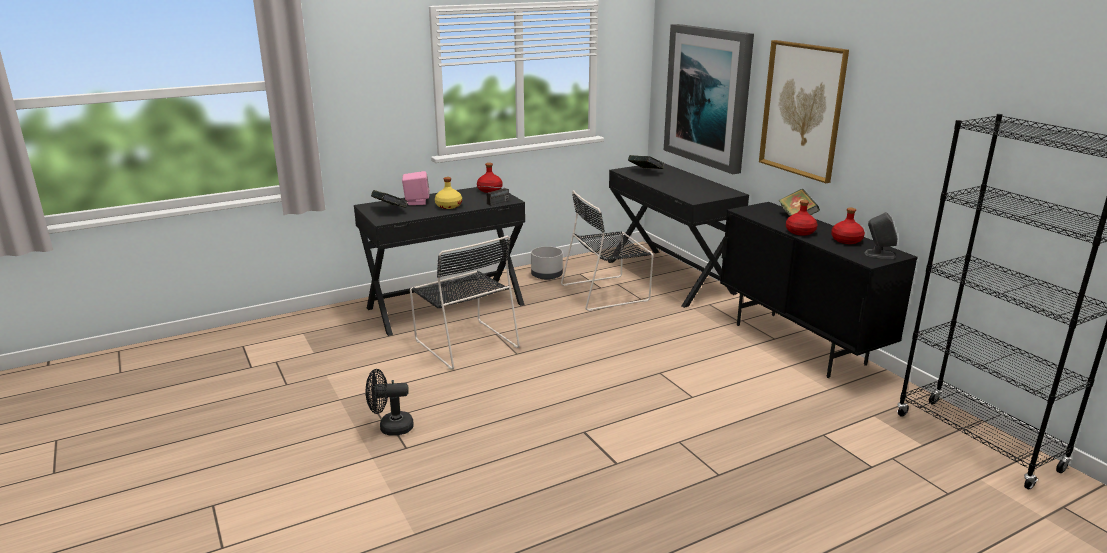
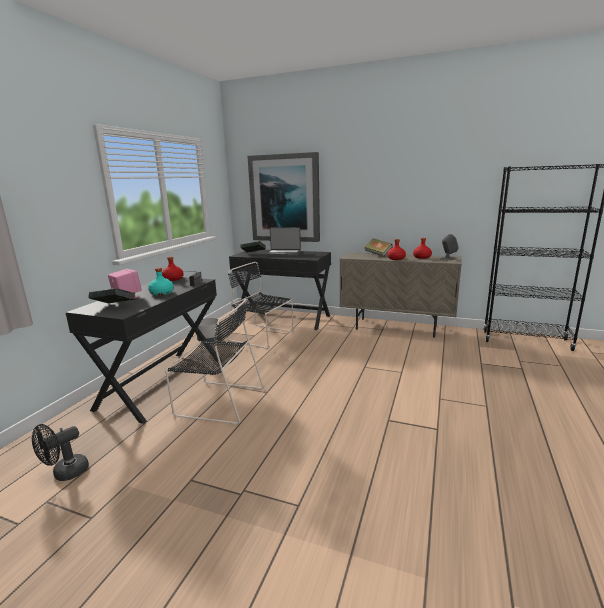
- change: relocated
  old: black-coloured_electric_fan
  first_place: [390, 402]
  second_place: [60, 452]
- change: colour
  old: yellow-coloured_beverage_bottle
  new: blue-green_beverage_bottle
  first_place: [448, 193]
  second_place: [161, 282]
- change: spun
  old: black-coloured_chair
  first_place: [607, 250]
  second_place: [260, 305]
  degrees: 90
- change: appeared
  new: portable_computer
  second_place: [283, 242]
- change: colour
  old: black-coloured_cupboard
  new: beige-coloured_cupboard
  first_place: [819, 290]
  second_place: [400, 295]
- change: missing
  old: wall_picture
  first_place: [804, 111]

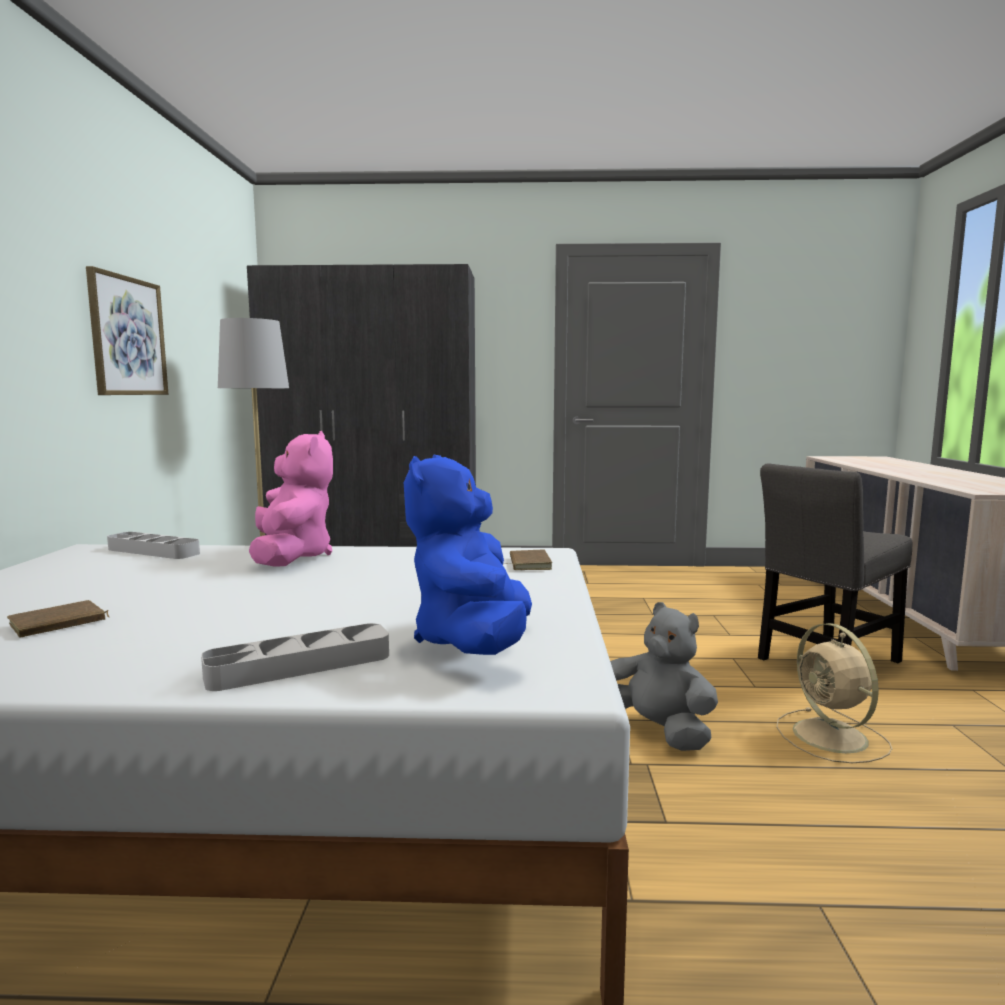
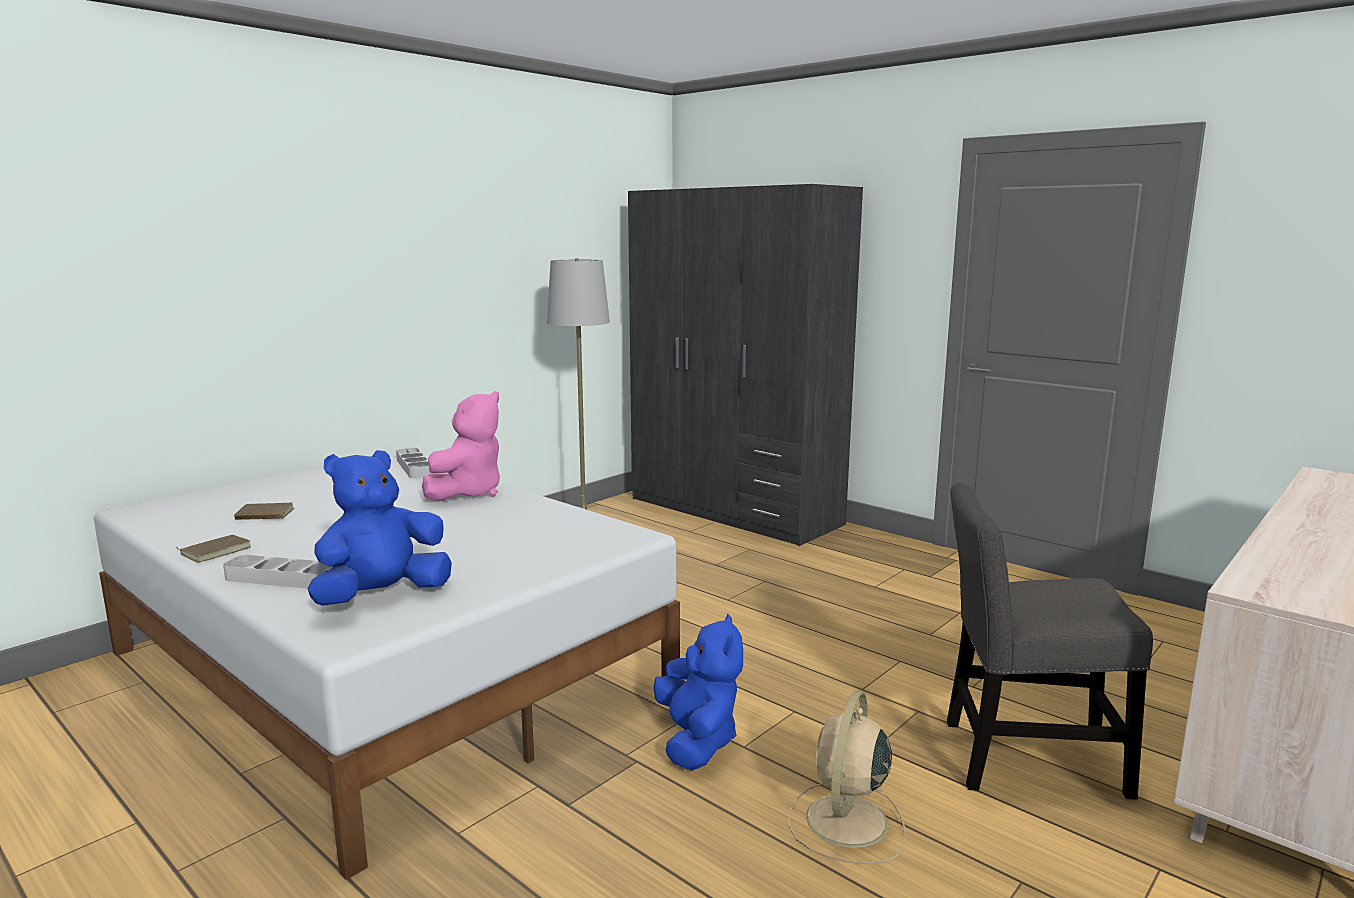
- change: relocated
  old: brownish_volume
  first_place: [528, 559]
  second_place: [214, 549]
- change: colour
  old: greyish_plush_toy
  new: blue_plush_toy
  first_place: [664, 676]
  second_place: [698, 692]
- change: missing
  old: wall_picture
  first_place: [127, 330]

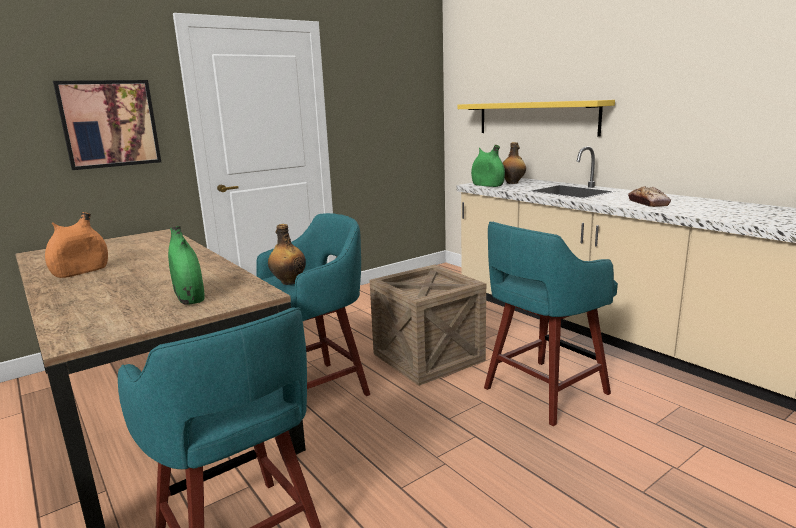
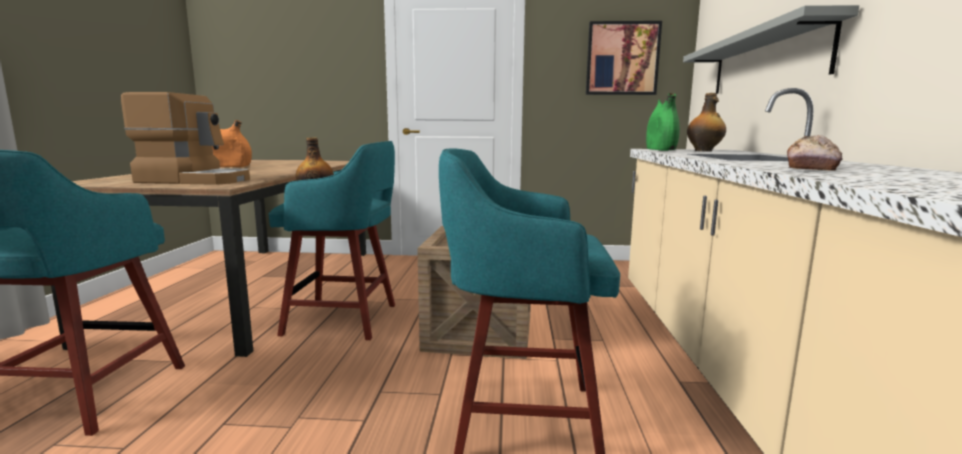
- change: exchanged
  old: greenish_flower_vase
  new: coffee_maker
  first_place: [186, 265]
  second_place: [185, 138]
- change: relocated
  old: wall_picture
  first_place: [107, 125]
  second_place: [624, 58]
- change: colour
  old: yellow-coloured_shelf
  new: greyish_shelf
  first_place: [536, 118]
  second_place: [771, 49]

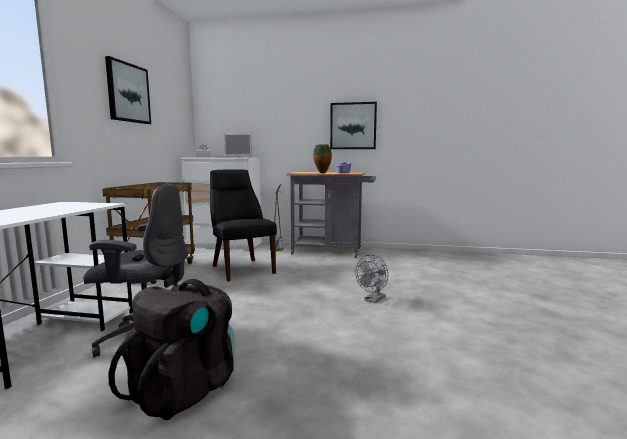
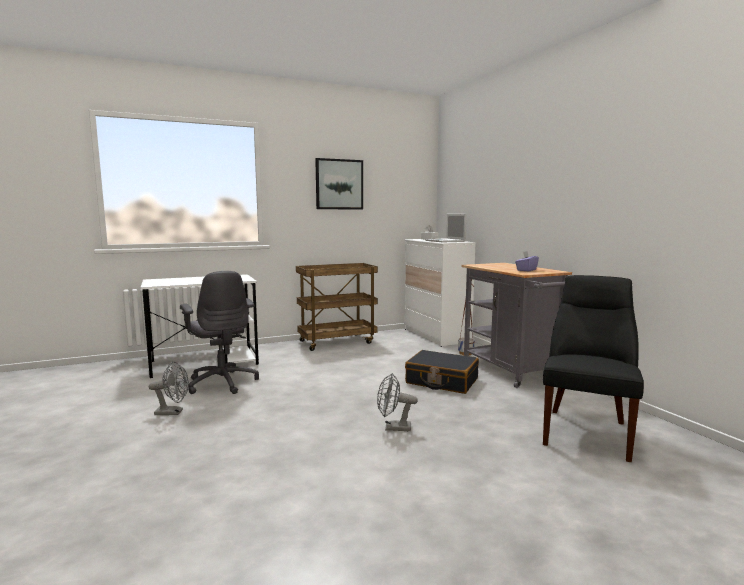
- change: exchanged
  old: black-coloured_knapsack
  new: greyish_electric_fan
  first_place: [171, 349]
  second_place: [169, 388]
- change: appeared
  new: black-coloured_travel_case
  second_place: [442, 372]
- change: relocated
  old: black-coloured_chair
  first_place: [243, 225]
  second_place: [593, 368]
- change: missing
  old: flower_vase
  first_place: [322, 158]
- change: missing
  old: wall_picture
  first_place: [353, 125]

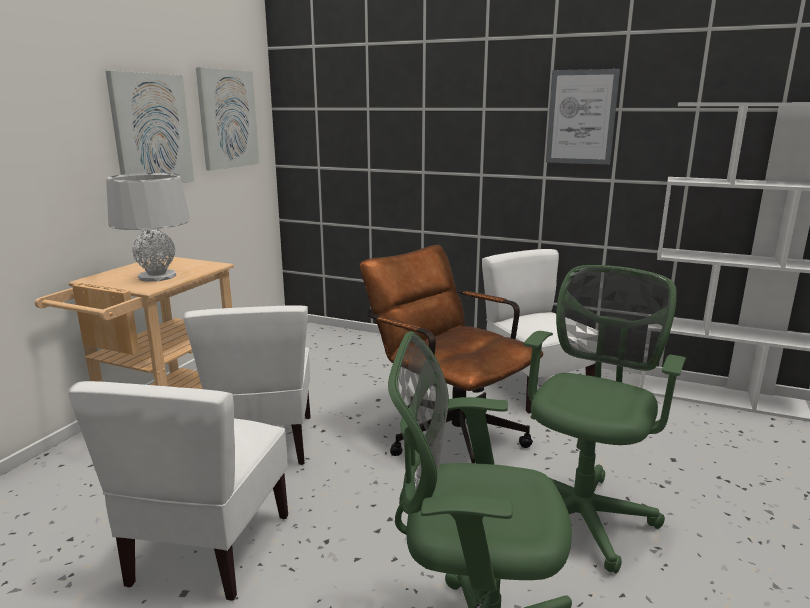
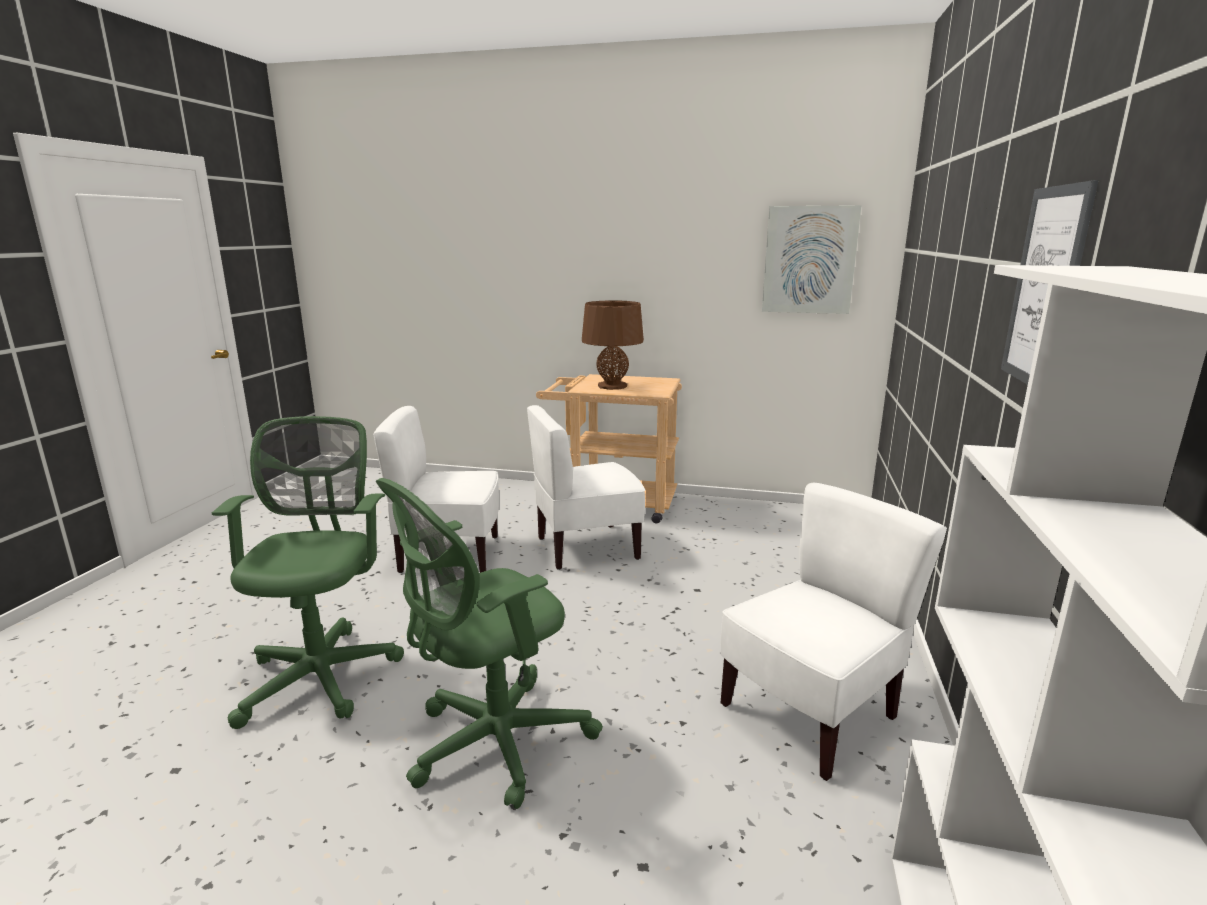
- change: spun
  old: greenish_desk_chair
  first_place: [605, 419]
  second_place: [489, 643]
  degrees: 120
- change: colour
  old: greyish_table_lamp
  new: brownish_table_lamp
  first_place: [148, 227]
  second_place: [613, 345]
- change: missing
  old: wall_picture
  first_place: [149, 127]
- change: missing
  old: brownish_desk_chair
  first_place: [451, 354]

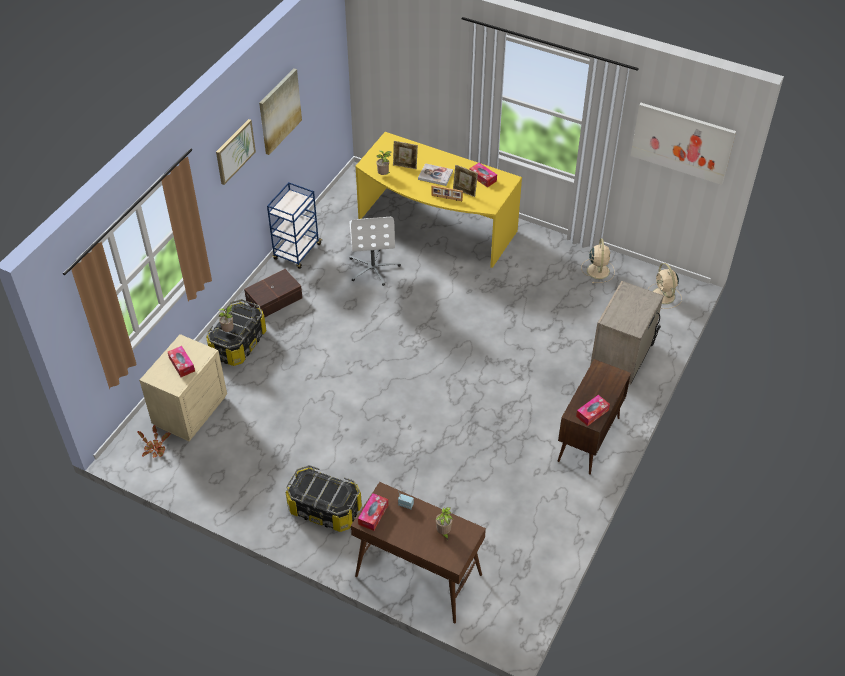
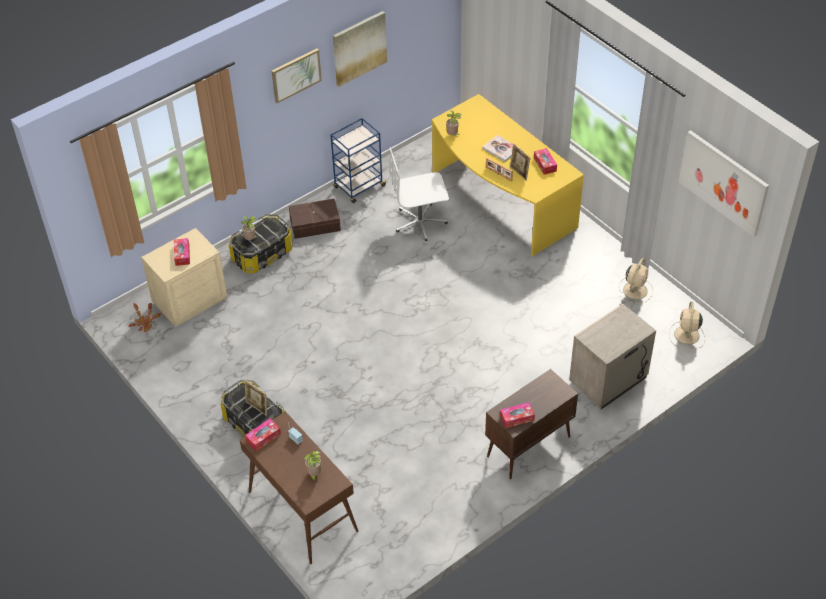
- change: relocated
  old: photo_frame
  first_place: [405, 155]
  second_place: [256, 398]
- change: spun
  old: white_desk_chair
  first_place: [375, 251]
  second_place: [419, 194]
  degrees: 60

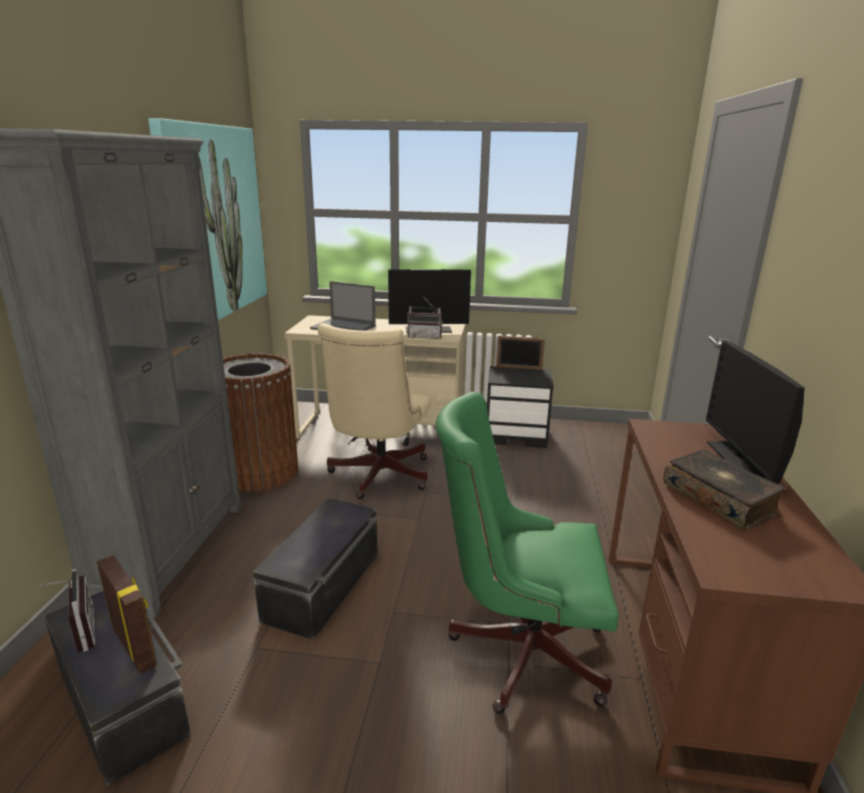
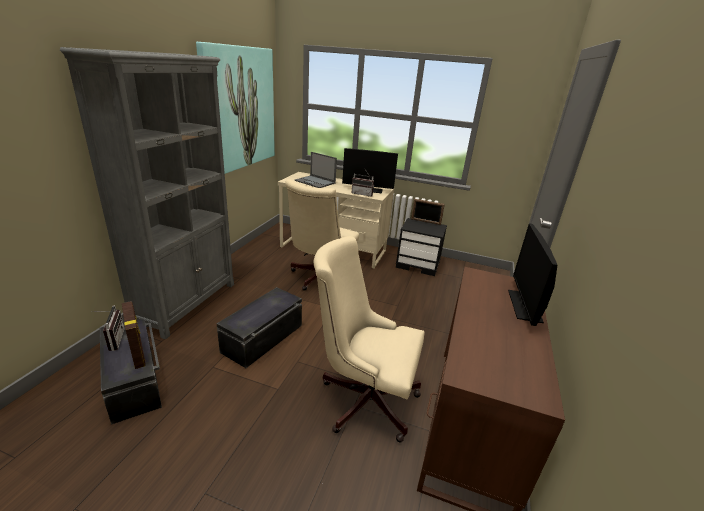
- change: colour
  old: greenish_desk_chair
  new: beige-coloured_desk_chair
  first_place: [527, 553]
  second_place: [369, 339]
- change: missing
  old: brownish_trash_can
  first_place: [260, 422]
- change: missing
  old: volume
  first_place: [724, 489]

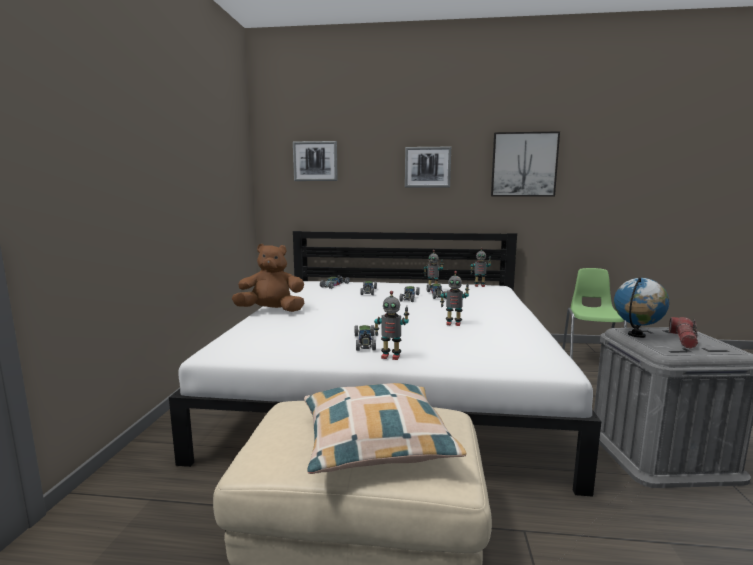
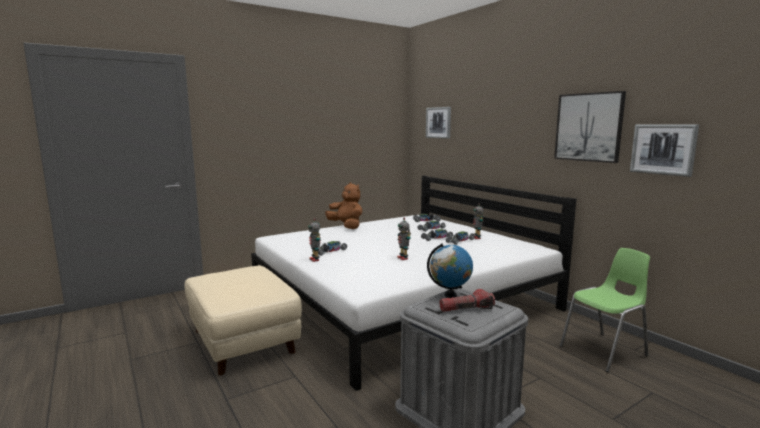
- change: relocated
  old: wall_picture
  first_place: [428, 167]
  second_place: [664, 150]
- change: missing
  old: throw_pillow
  first_place: [385, 428]
- change: missing
  old: toy_robot
  first_place: [480, 267]

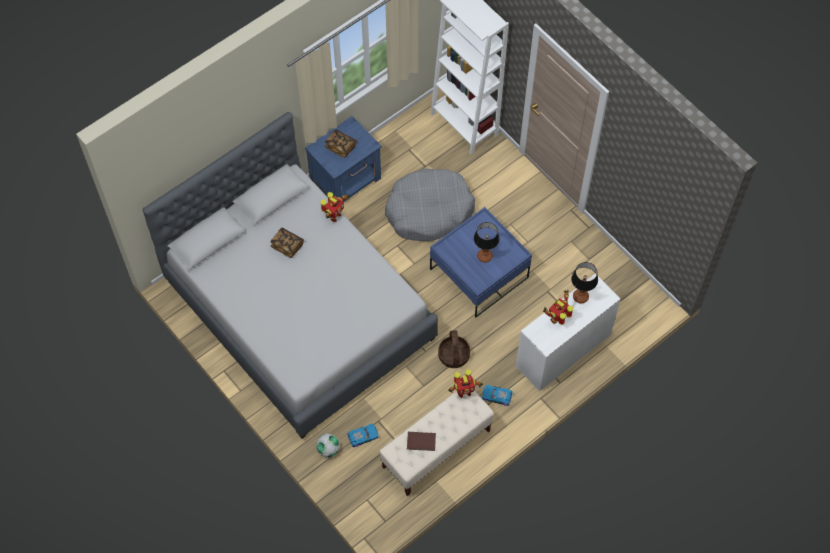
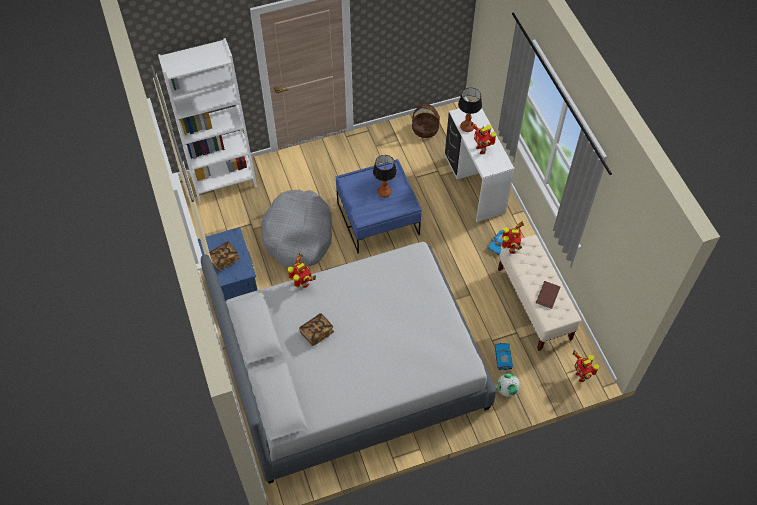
- change: relocated
  old: basket
  first_place: [454, 349]
  second_place: [426, 121]
- change: appeared
  new: toy_robot
  second_place: [585, 366]

